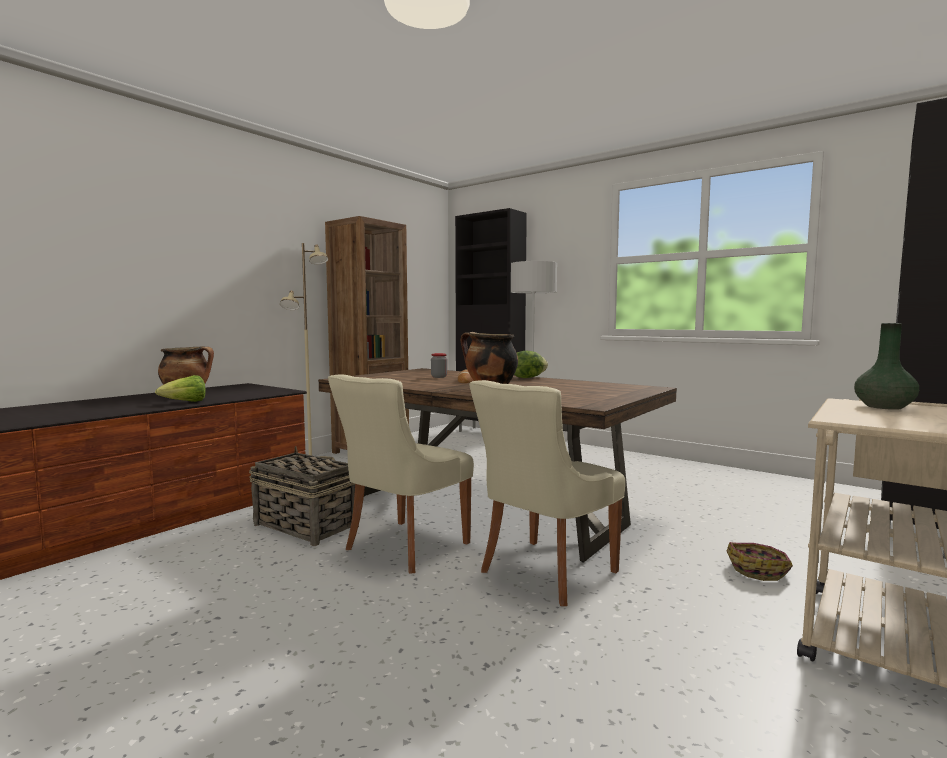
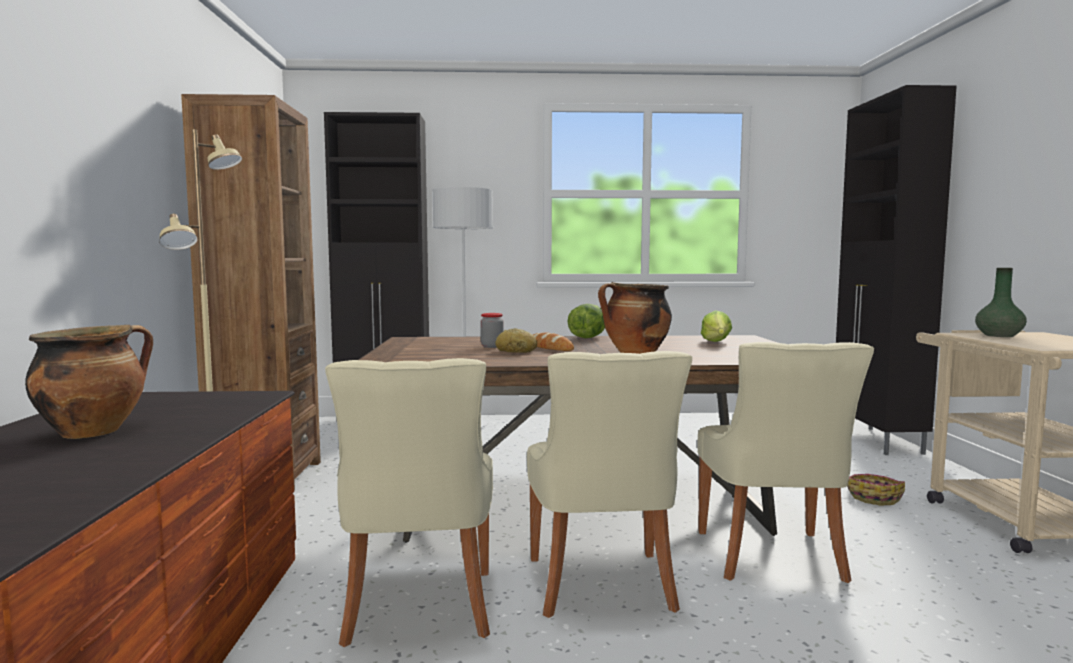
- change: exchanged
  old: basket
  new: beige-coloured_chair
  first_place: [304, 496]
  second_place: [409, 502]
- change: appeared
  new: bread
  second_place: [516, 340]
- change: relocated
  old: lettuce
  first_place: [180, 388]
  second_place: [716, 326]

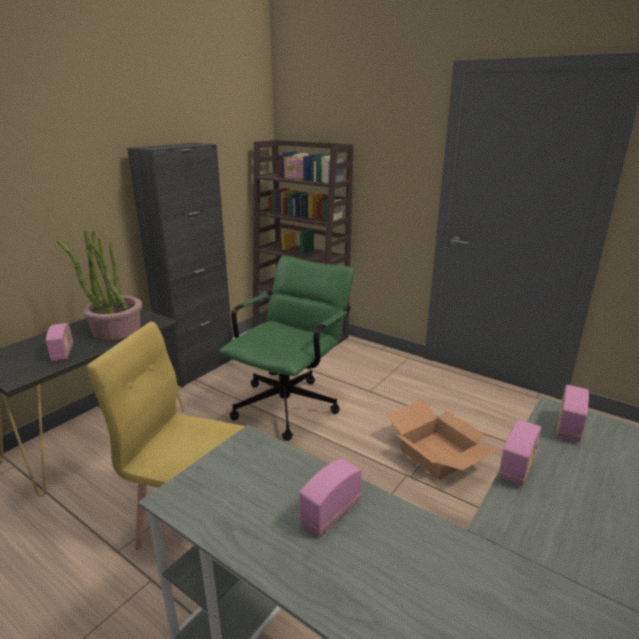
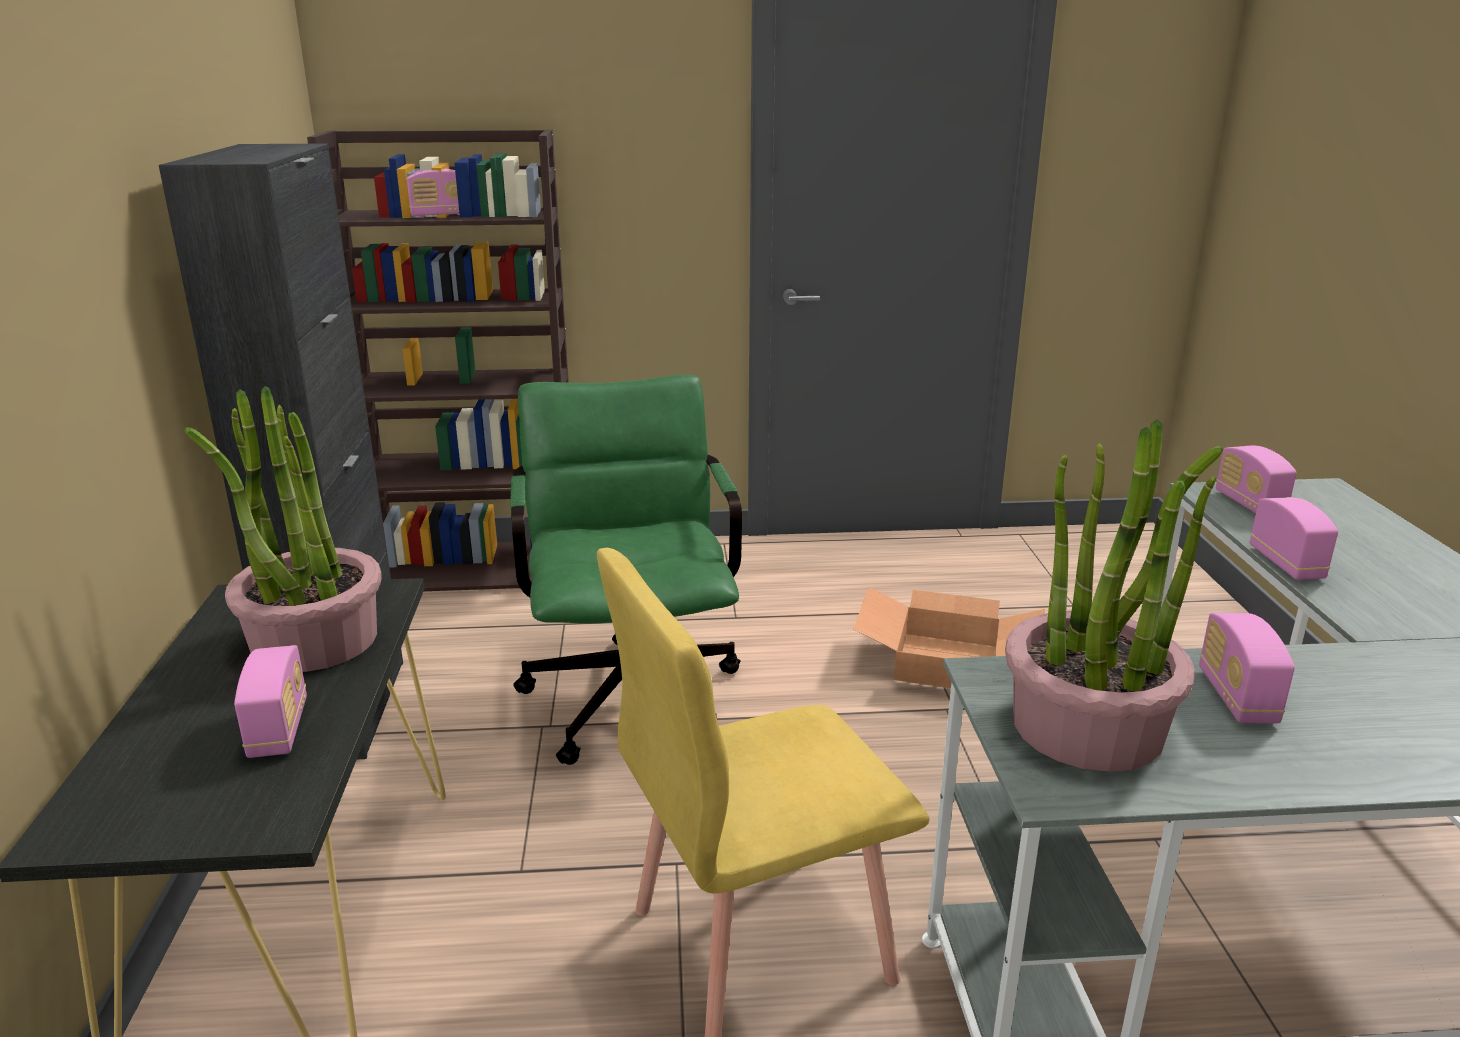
- change: spun
  old: radio_set
  first_place: [59, 342]
  second_place: [270, 701]
  degrees: 45
- change: appeared
  new: houseplant
  second_place: [1114, 595]

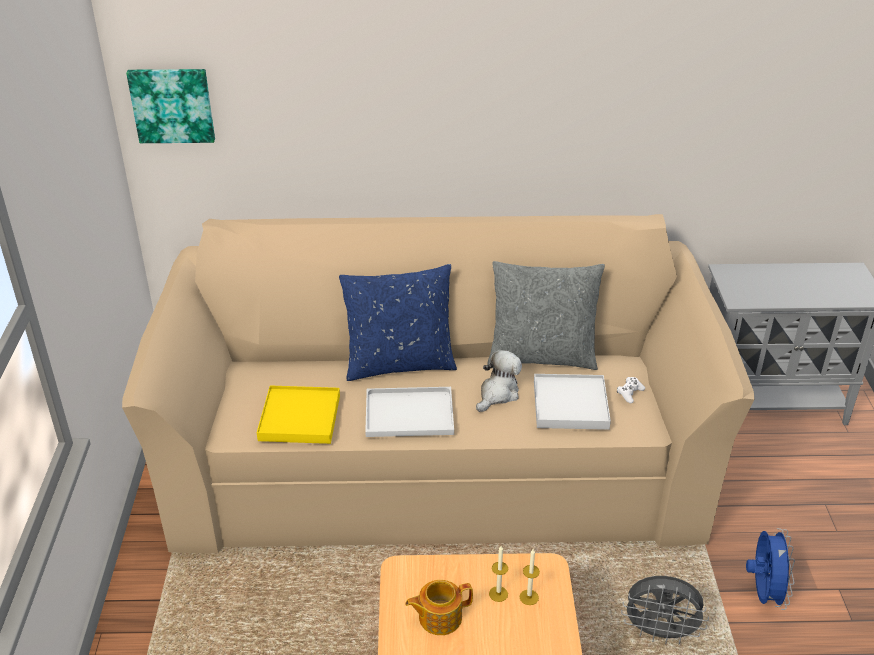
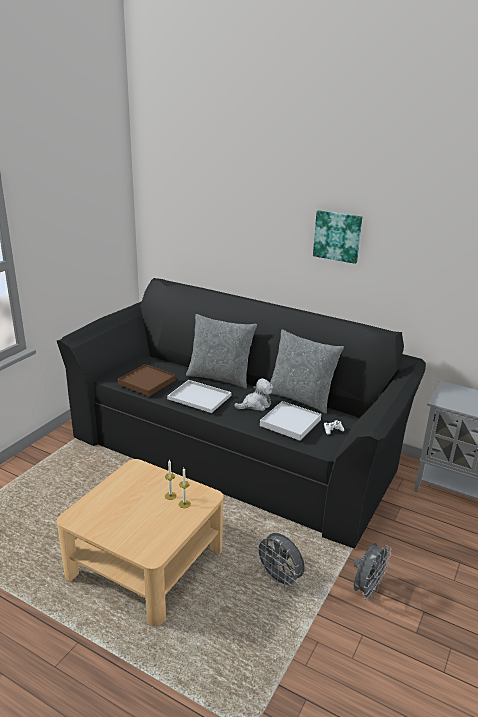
- change: colour
  old: beige-coloured_sofa
  new: black-coloured_sofa
  first_place: [438, 383]
  second_place: [241, 413]
- change: colour
  old: yellow-coloured_carrying_tray
  new: brownish_carrying_tray
  first_place: [298, 415]
  second_place: [147, 380]
- change: colour
  old: blue_throw_pillow
  new: greyish_throw_pillow
  first_place: [398, 322]
  second_place: [221, 351]
- change: relocated
  old: wall_picture
  first_place: [170, 106]
  second_place: [337, 237]
- change: colour
  old: blue_electric_fan
  new: greyish_electric_fan
  first_place: [770, 569]
  second_place: [372, 572]
- change: missing
  old: pot_for_tea
  first_place: [439, 607]

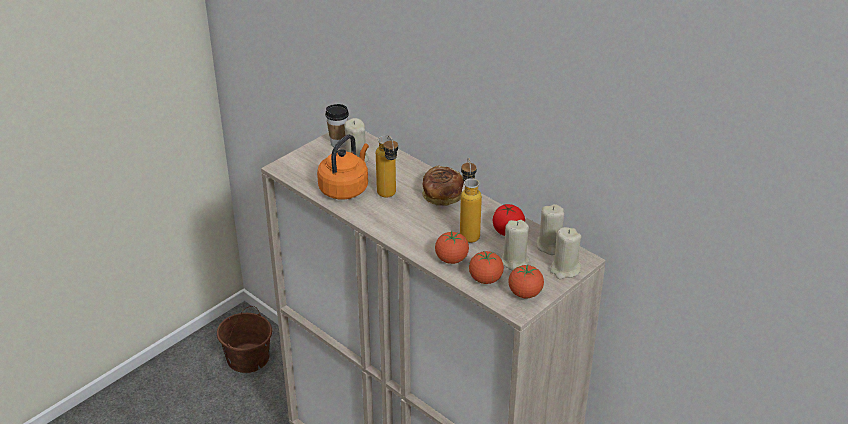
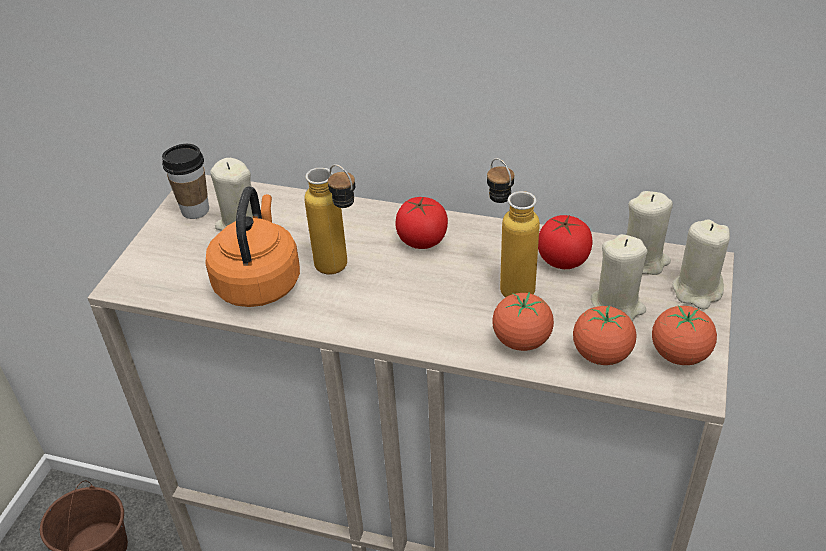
- change: exchanged
  old: bread
  new: fresh_tomato
  first_place: [443, 186]
  second_place: [422, 222]

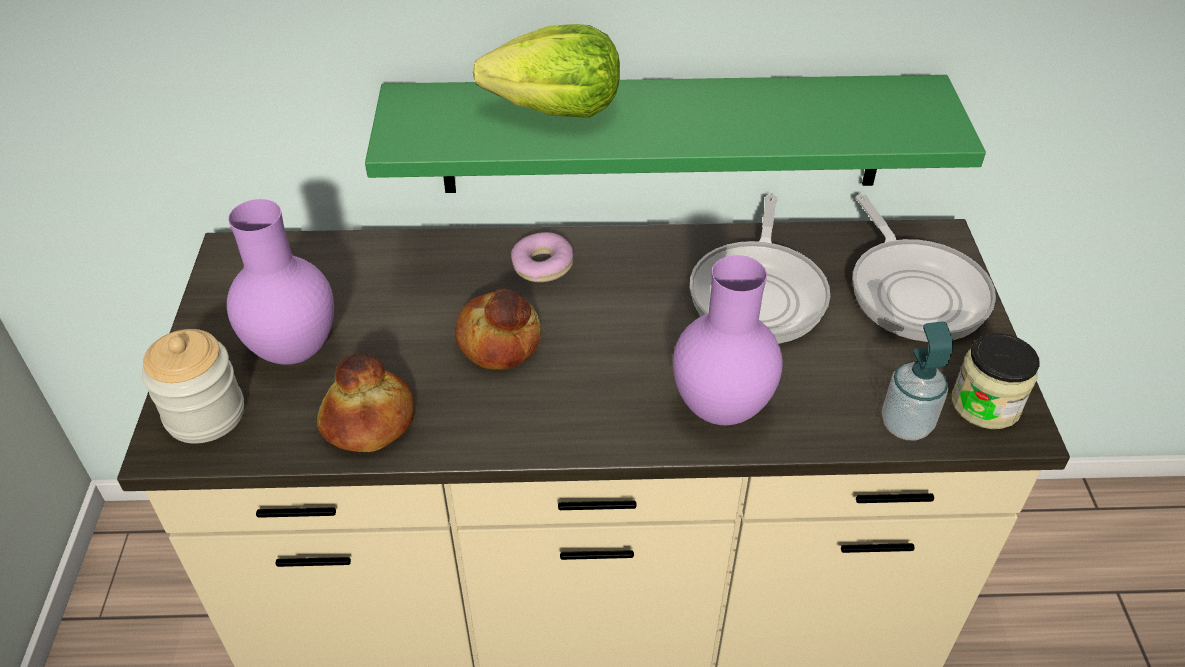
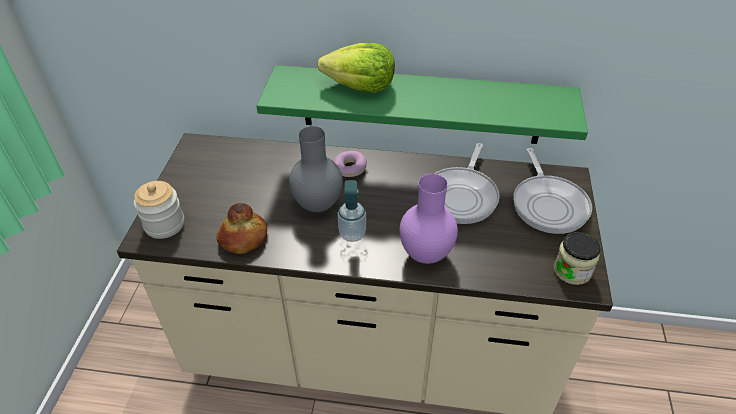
- change: exchanged
  old: bread
  new: greyish_flower_vase
  first_place: [498, 329]
  second_place: [316, 169]
- change: relocated
  old: soap_dispenser
  first_place: [918, 380]
  second_place: [352, 211]
- change: missing
  old: purple_flower_vase
  first_place: [280, 282]

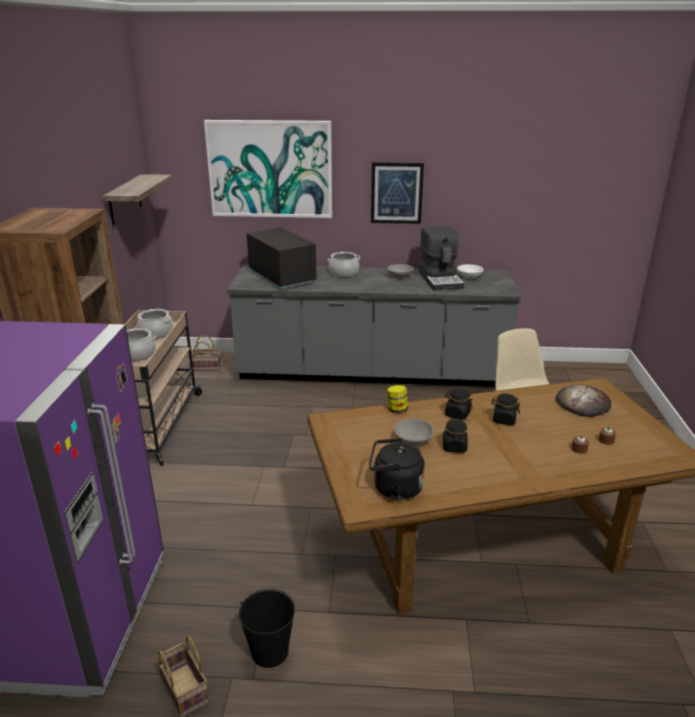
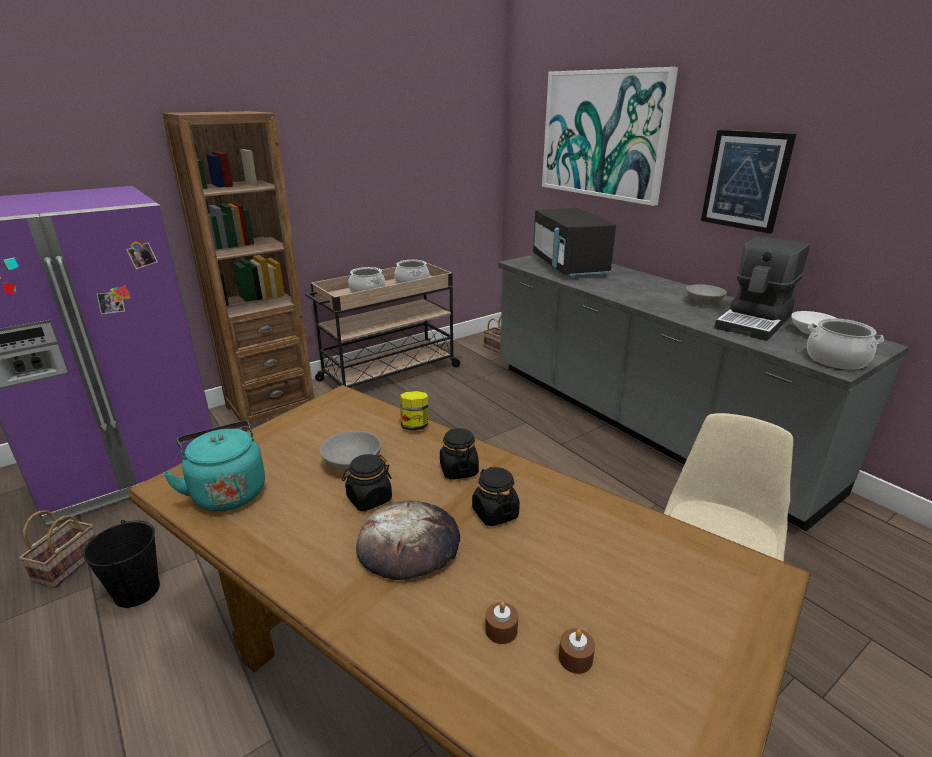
- change: colour
  old: black-coloured_water_kettle
  new: blue-green_water_kettle
  first_place: [397, 469]
  second_place: [214, 466]
- change: relocated
  old: bread
  first_place: [583, 401]
  second_place: [408, 540]
- change: spun
  old: black-coloured_microwave
  first_place: [282, 258]
  second_place: [574, 243]
  degrees: 150
- change: relocated
  old: stockpot
  first_place: [343, 264]
  second_place: [845, 344]
- change: missing
  old: shelf
  first_place: [137, 199]

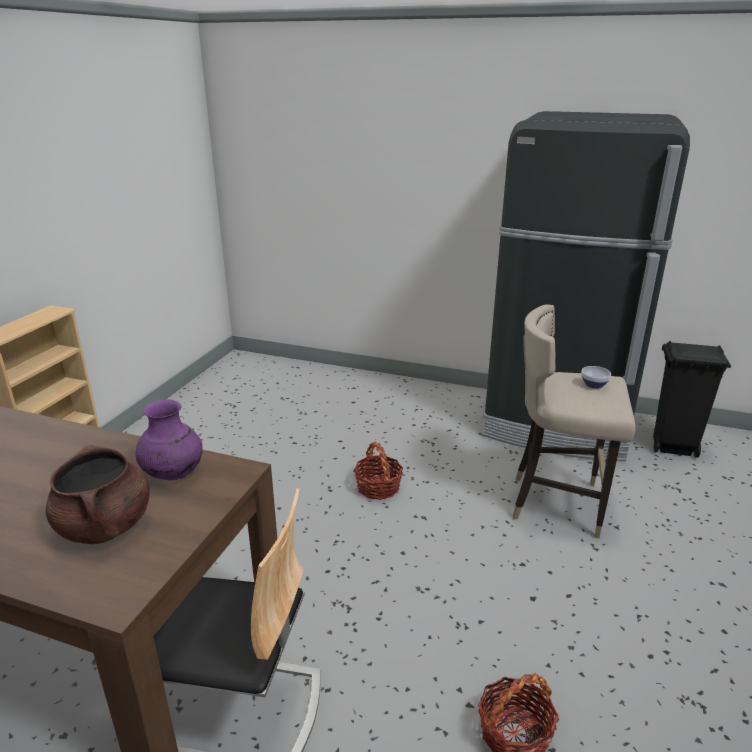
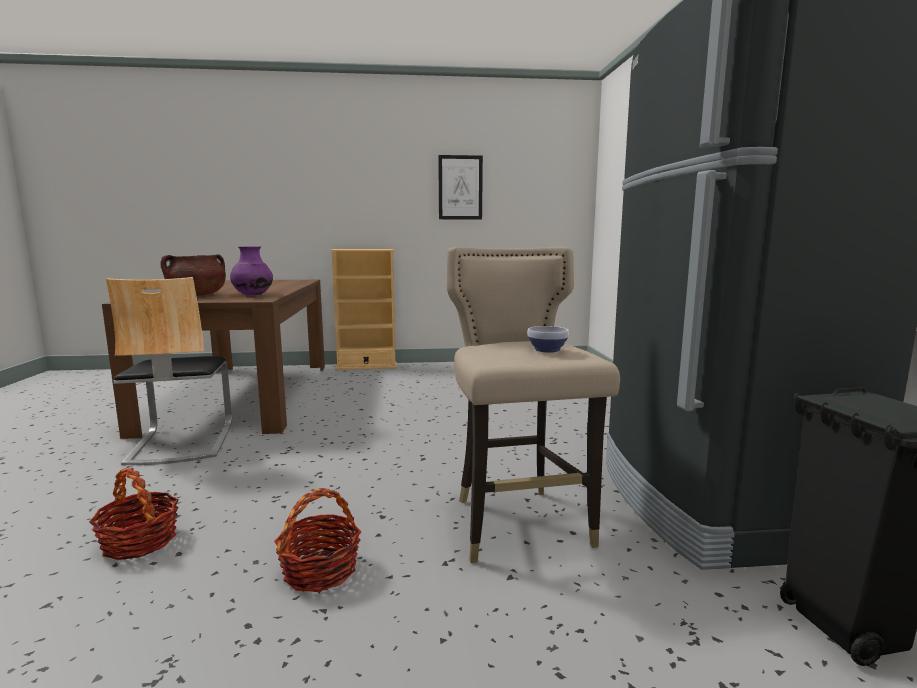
- change: relocated
  old: basket
  first_place: [378, 471]
  second_place: [317, 540]
- change: appeared
  new: wall_picture
  second_place: [460, 187]

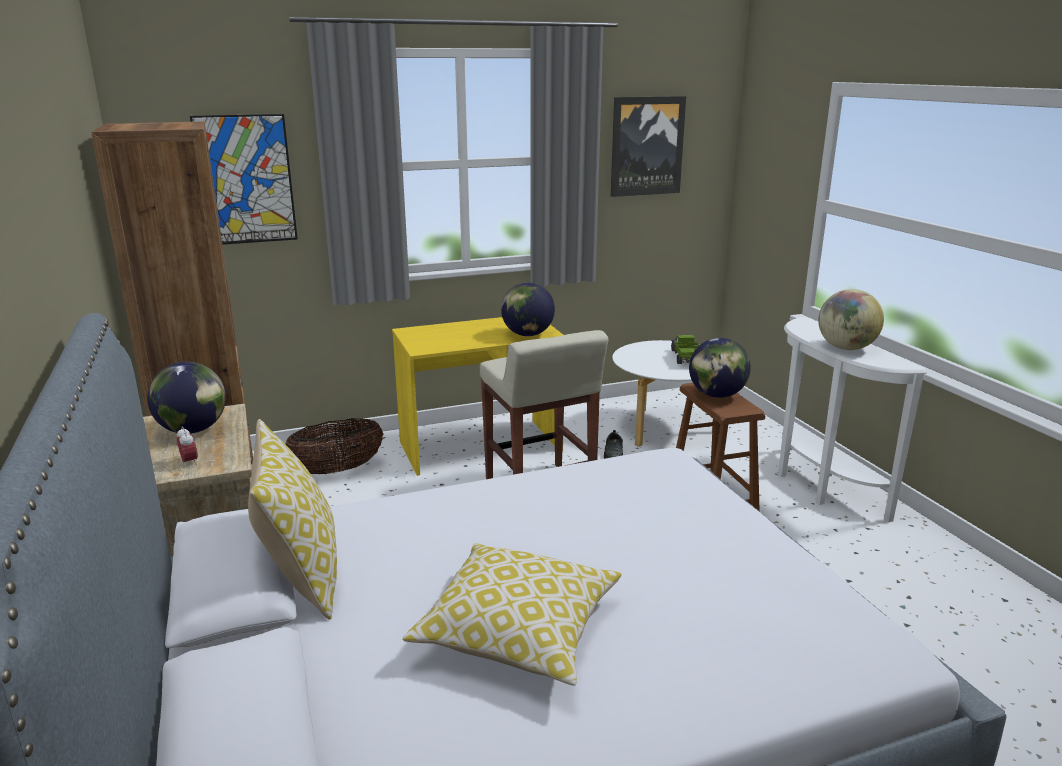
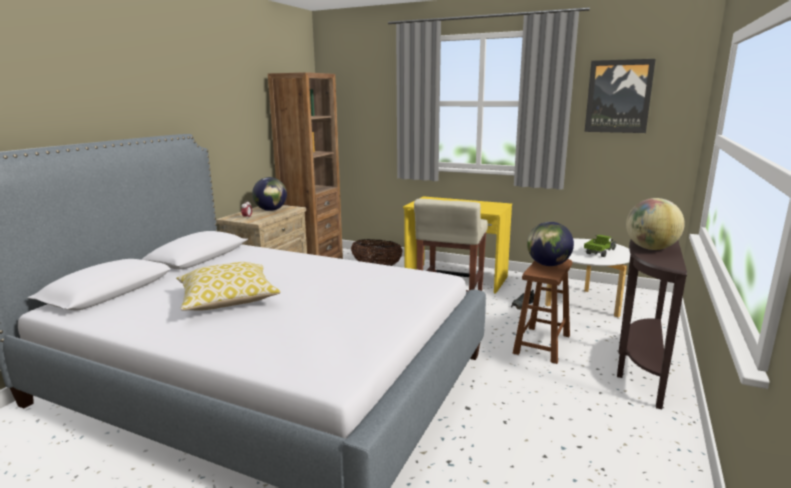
- change: colour
  old: white_hall_table
  new: brownish_hall_table
  first_place: [852, 419]
  second_place: [652, 324]
- change: missing
  old: wall_picture
  first_place: [244, 179]
- change: missing
  old: throw_pillow
  first_place: [292, 519]
- change: missing
  old: desk_globe
  first_place: [528, 309]

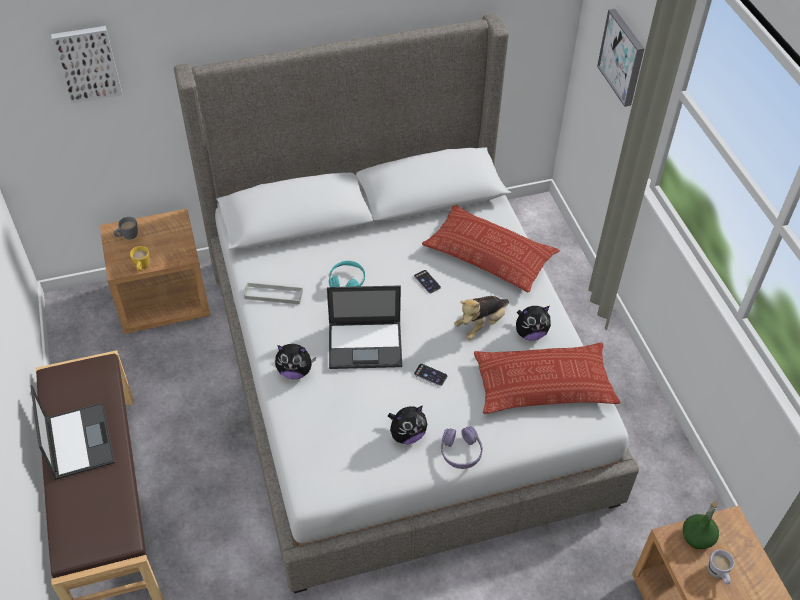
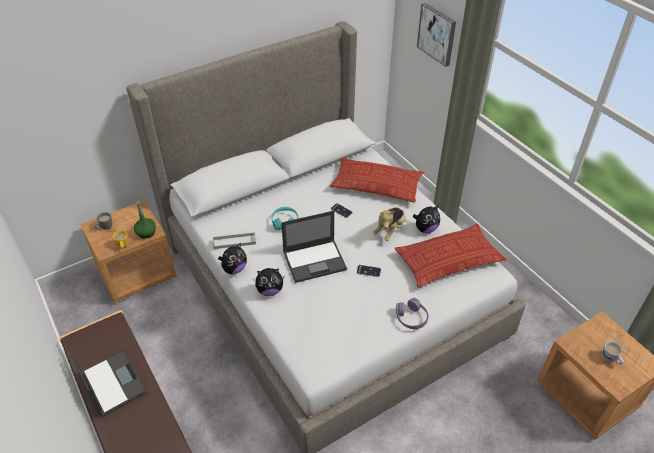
- change: relocated
  old: greenish_beverage_bottle
  first_place: [701, 525]
  second_place: [145, 220]
- change: relocated
  old: plush_toy
  first_place: [407, 424]
  second_place: [232, 258]
- change: missing
  old: wall_picture
  first_place: [86, 65]

